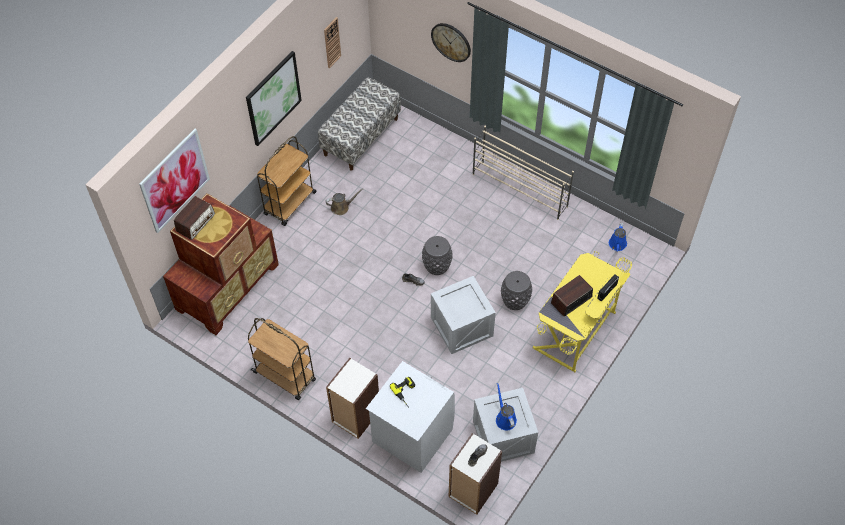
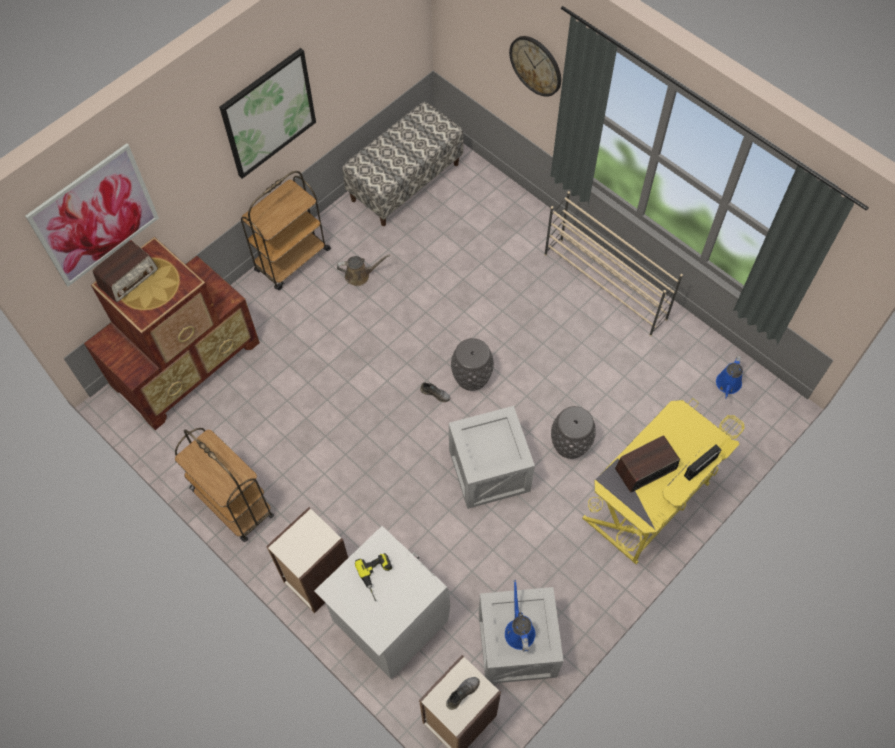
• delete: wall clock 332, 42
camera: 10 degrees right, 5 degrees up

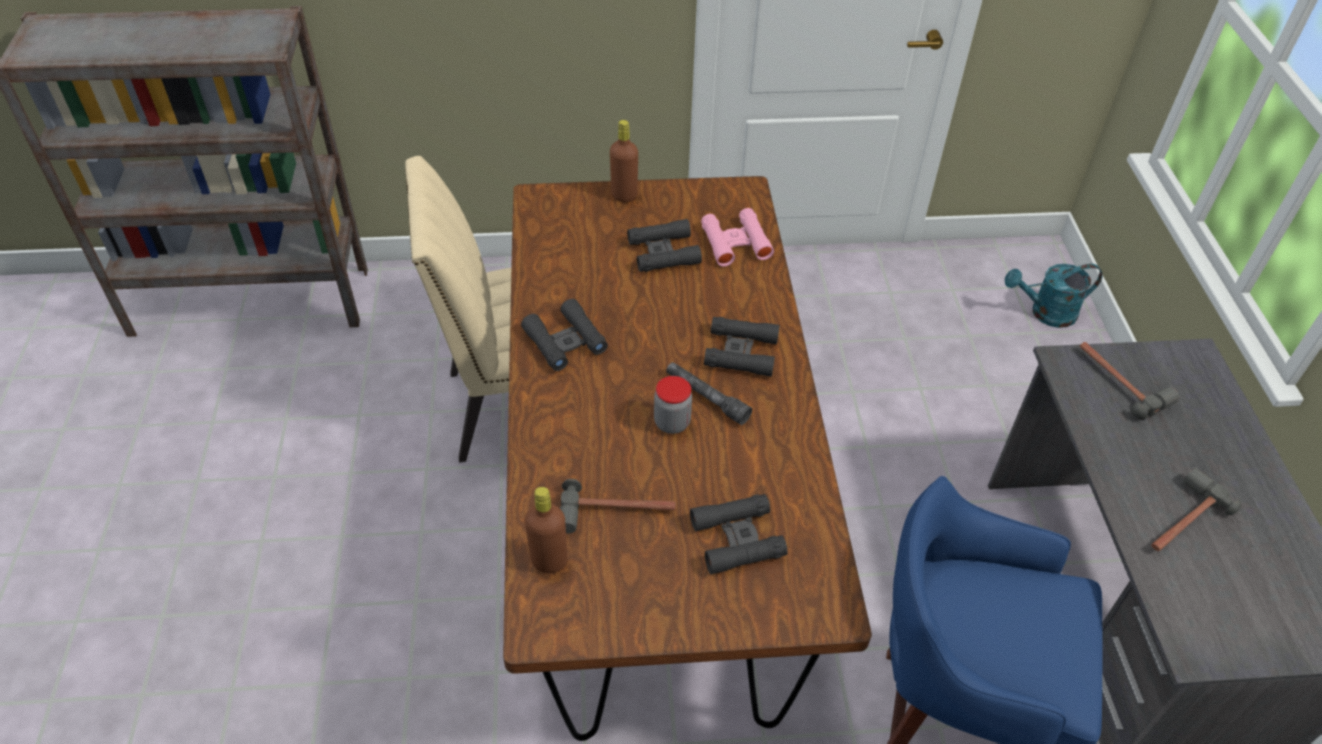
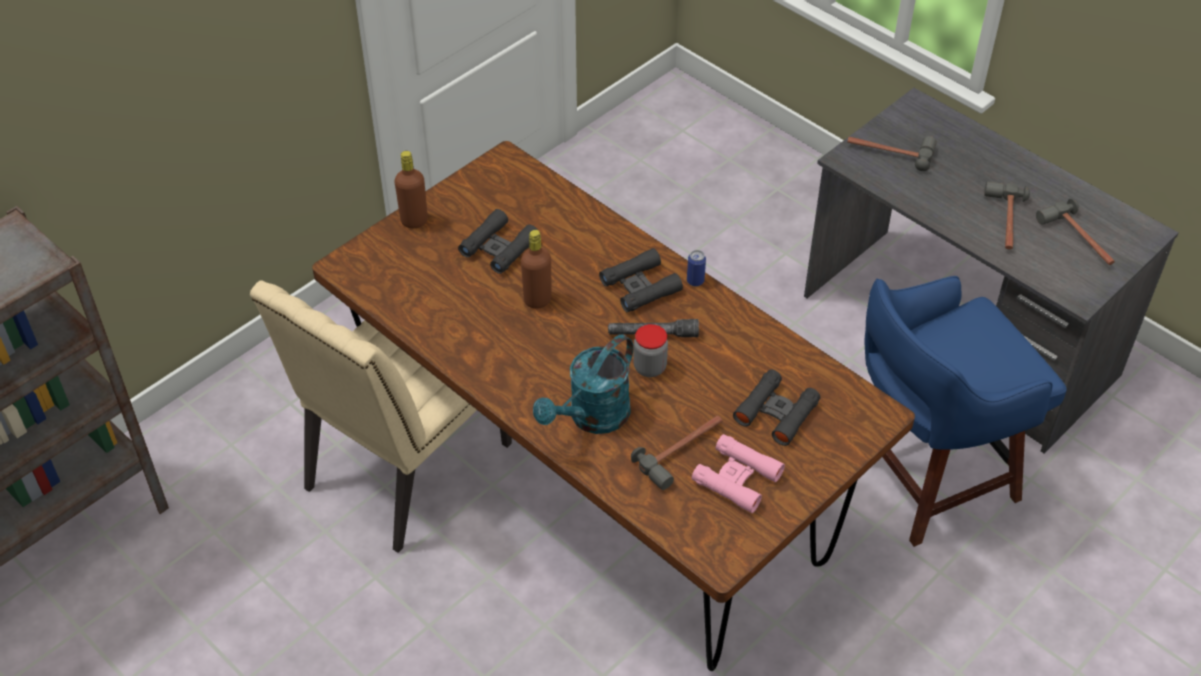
• delete: binoculars (black) 565, 341
• insert: can 695, 281
• insert: hammer 1079, 240
• move: bottle (brown) 549, 560 to 537, 300
• move: binoculars (pink) 735, 243 to 737, 478
• move: watering can (turquoise) 1045, 313 to 592, 418
camera: 40 degrees left, 0 degrees up

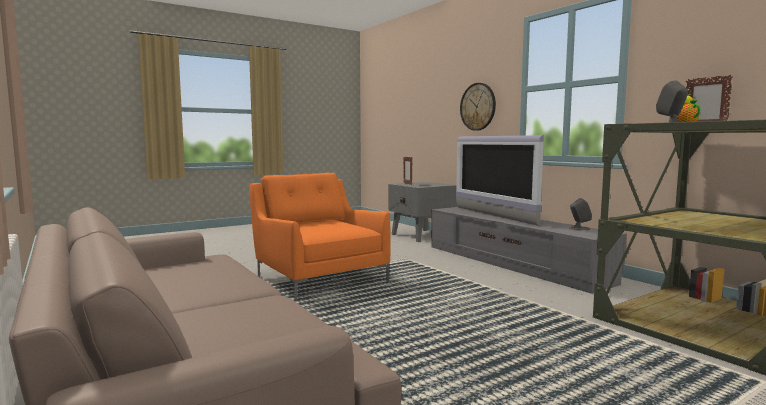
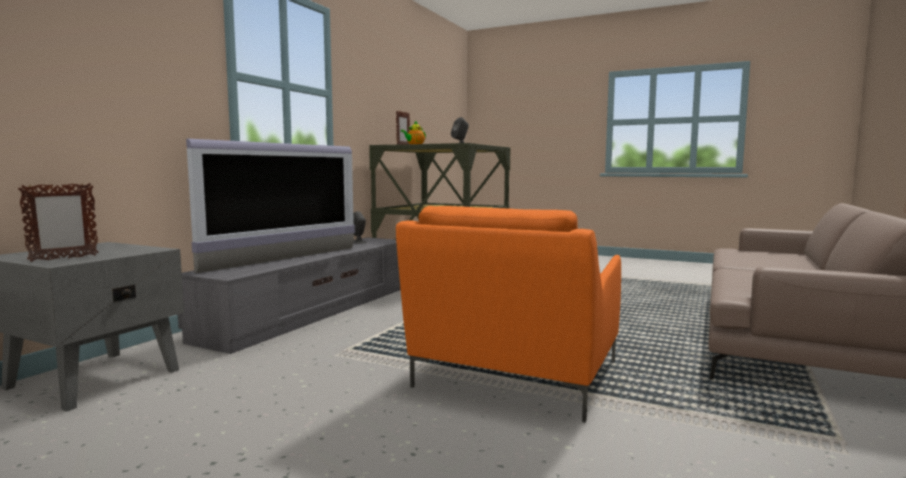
• delete: wall clock 478, 106
camera: 120 degrees left, 0 degrees up

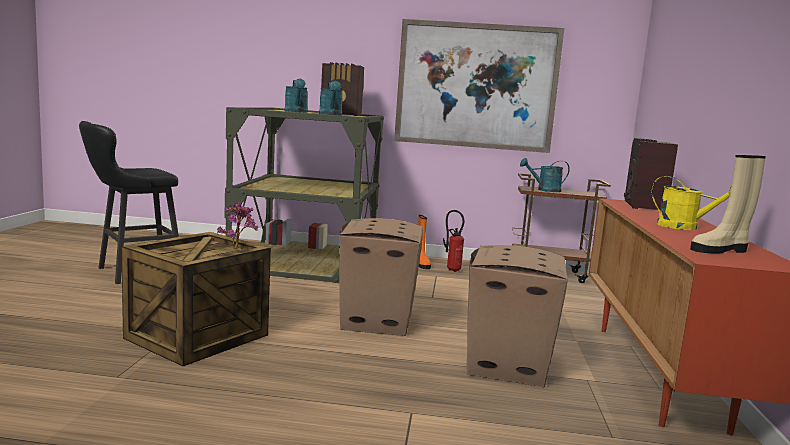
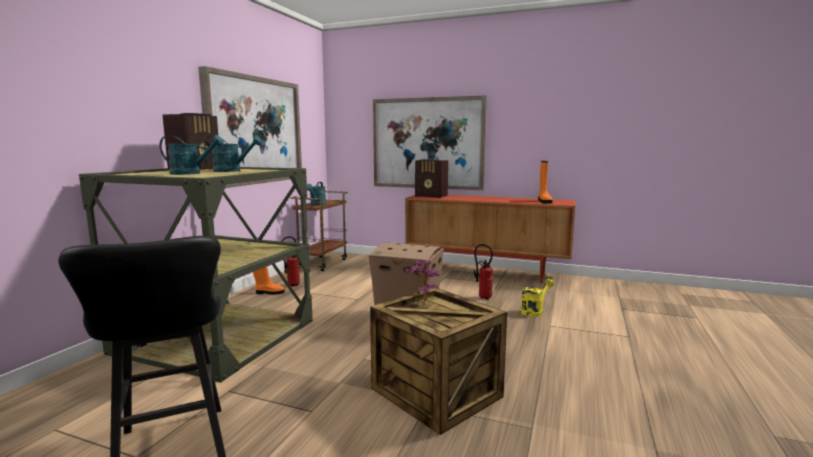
• insert: picture 428, 143
• move: watering can (yellow) 685, 227 to 534, 311
• replace: cardboard box 507, 366 to fire extinguisher 483, 297
• recolor: boot (beige) 720, 250 to boot (orange) 544, 201
camera: 75 degrees left, 0 degrees up

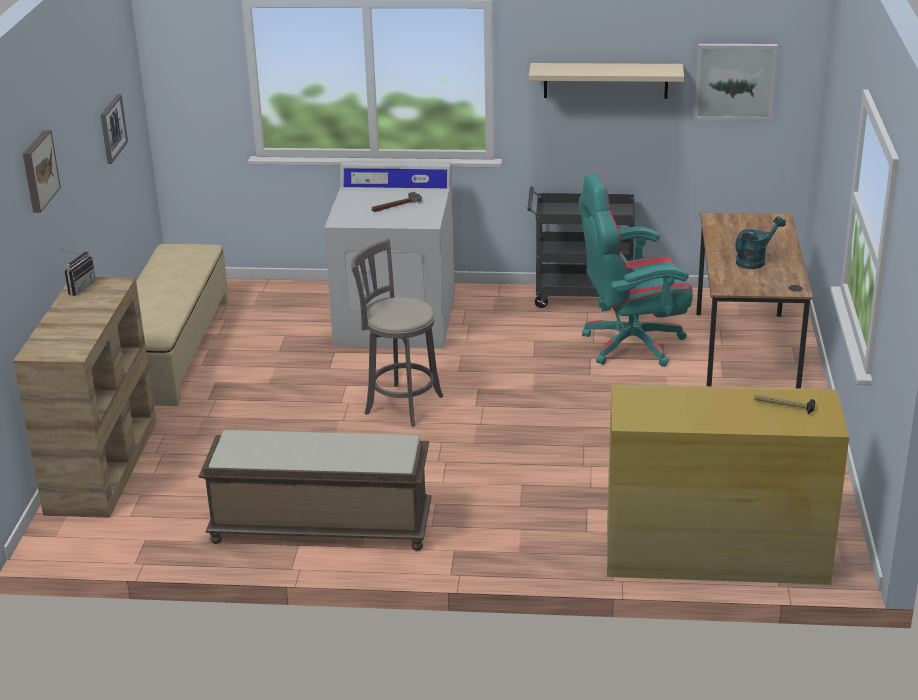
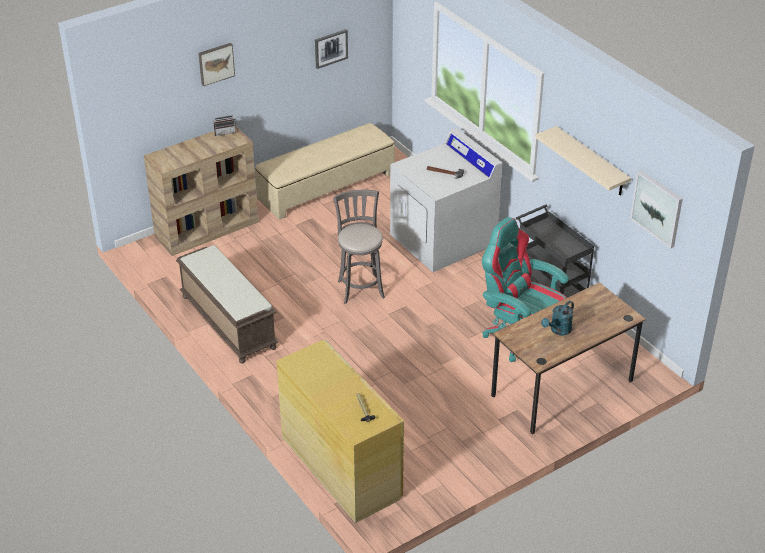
• rotate: watering can (turquoise) 754, 260 = 558, 330 120 degrees clockwise
camera: 50 degrees right, 10 degrees up

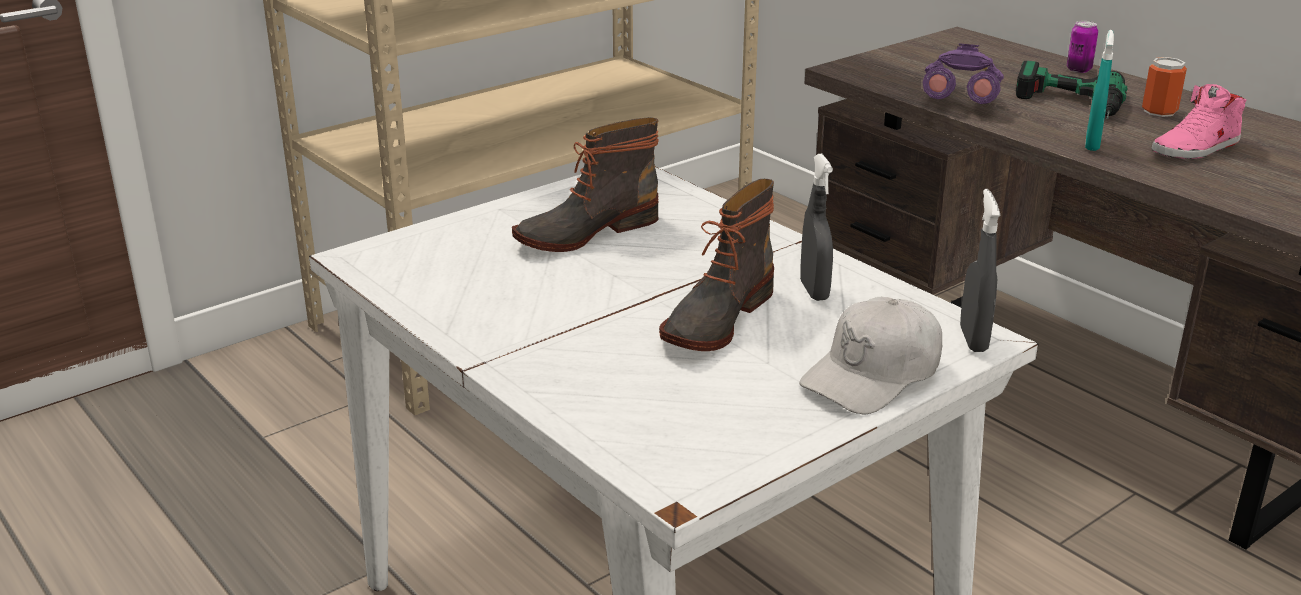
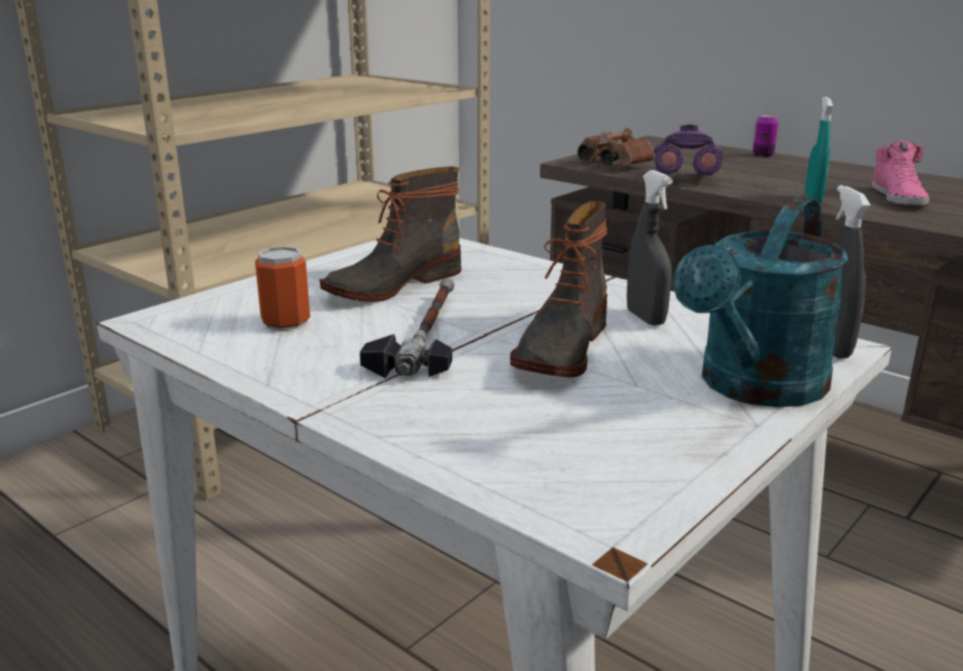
• delete: power drill 1068, 105
• insert: hammer 424, 334
• insert: binoculars (brown) 610, 165
• move: can 1159, 111 to 285, 322
• replace: cap (white) 873, 375 to watering can (turquoise) 754, 388
• rotate: shoe (pink) 1196, 148 = 898, 198 45 degrees counterclockwise
camera: 10 degrees left, 5 degrees down

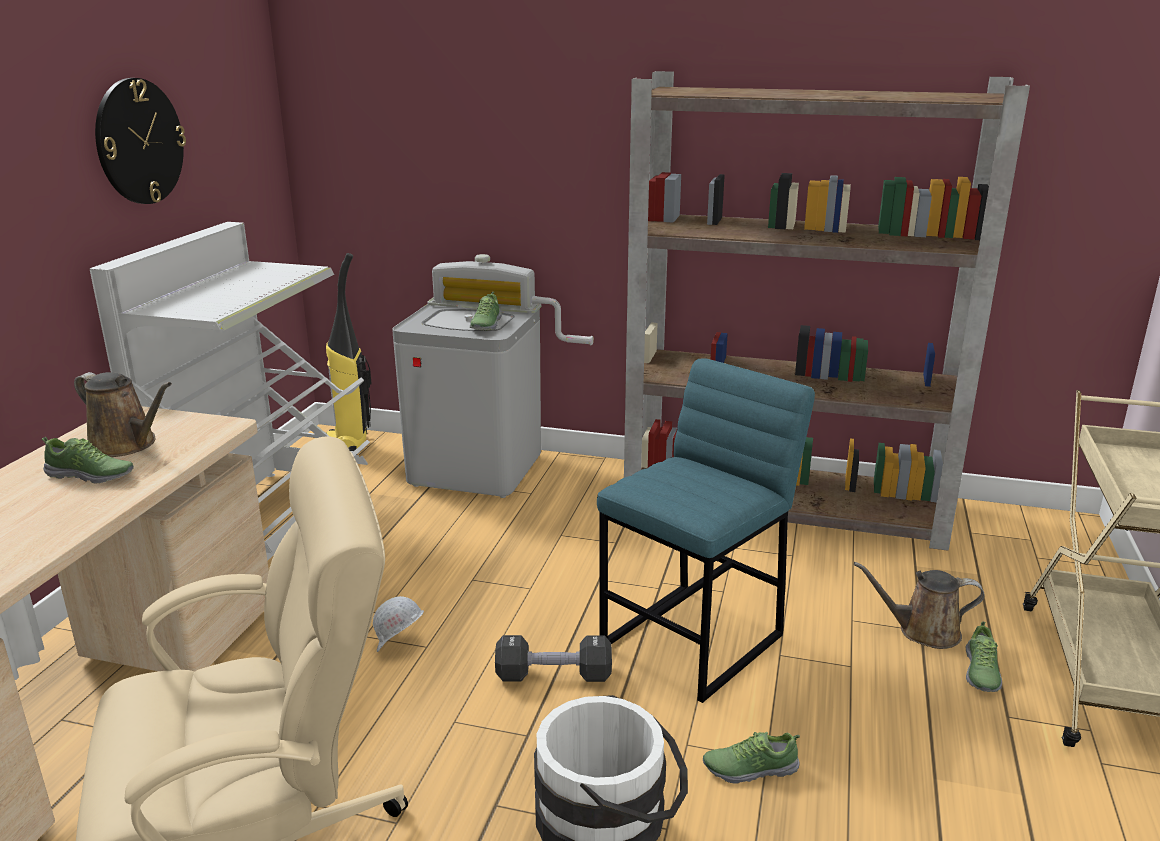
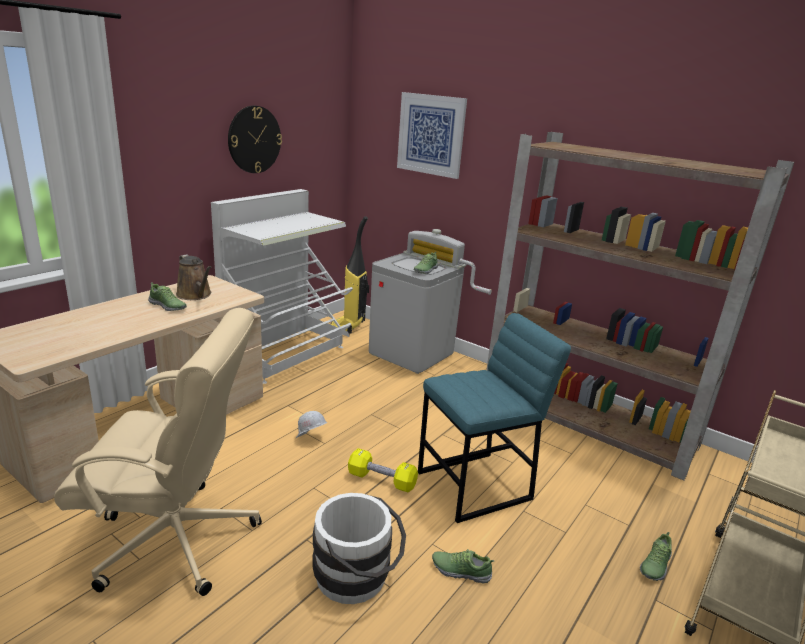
• delete: watering can (brown) 923, 631
• insert: picture 431, 135
• recolor: dumbbell (black) 554, 675 to dumbbell (yellow) 381, 480
camera: 20 degrees right, 0 degrees up

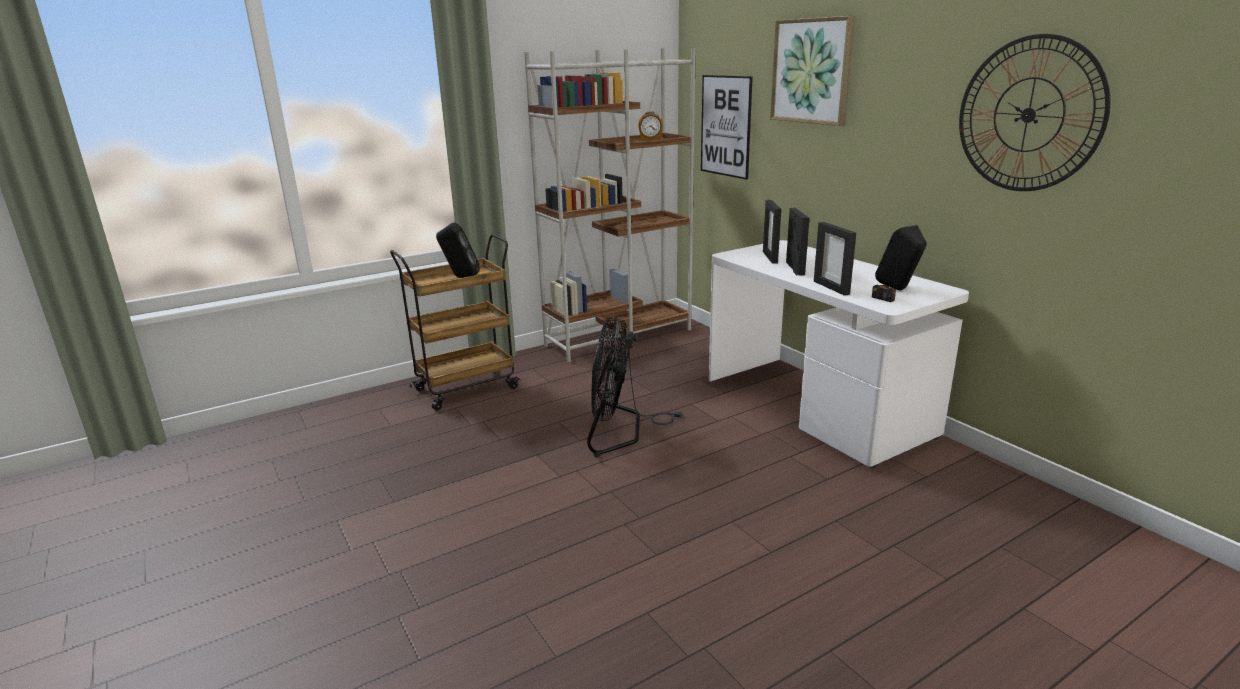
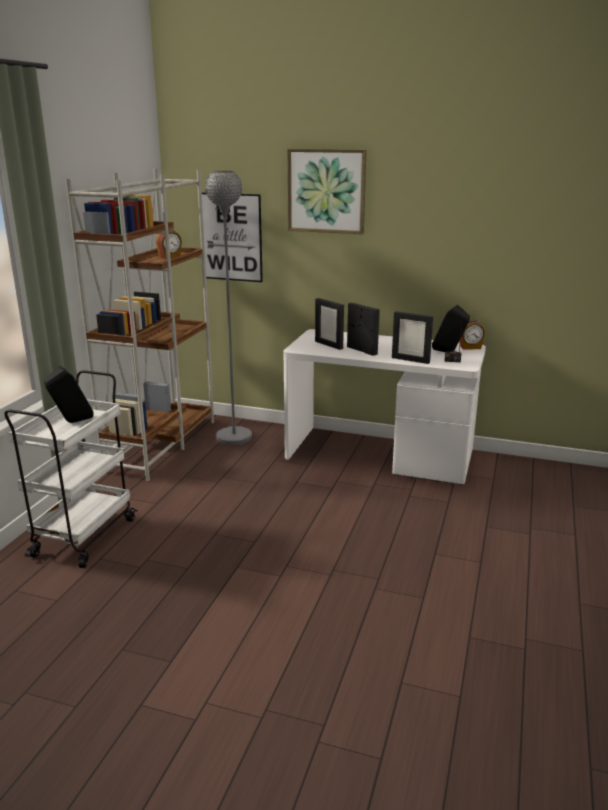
• delete: fan (black) 622, 427
• delete: wall clock 1028, 115
• insert: floor lamp (grey) 234, 437
• insert: alarm clock 470, 347
• recolor: cart (brown) 467, 389 to cart (white) 85, 537
camera: 40 degrees left, 0 degrees up

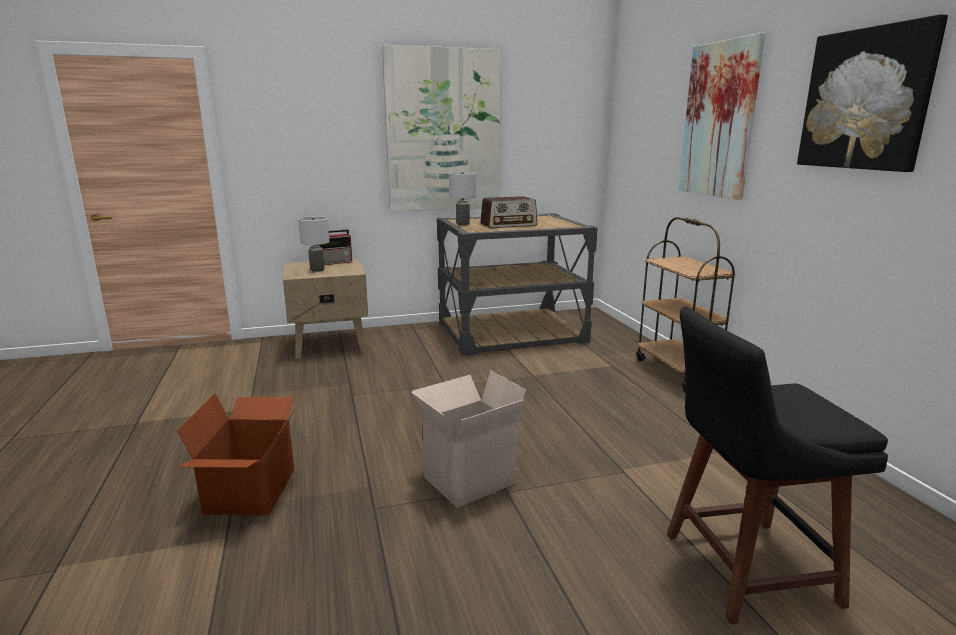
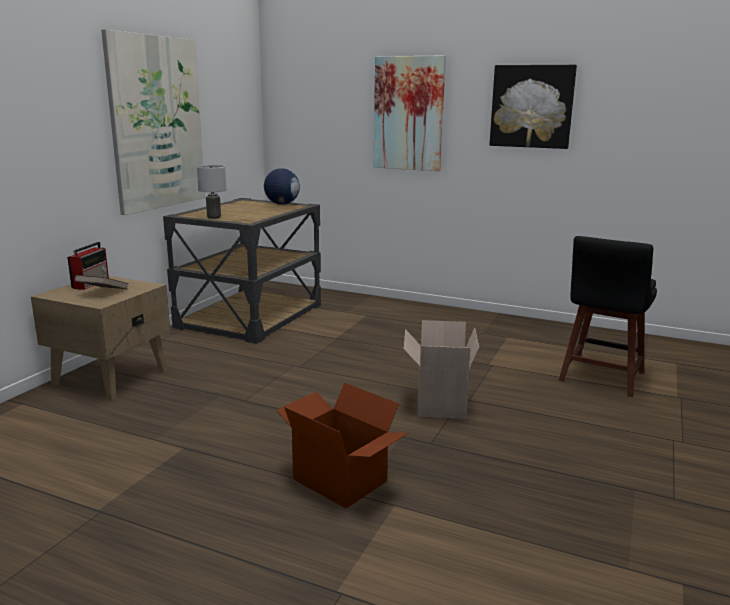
• delete: radio 508, 225
• delete: cart (brown) 677, 372
• insert: globe 282, 204
• replace: table lamp (white) 318, 270 to book (brown) 103, 293
camera: 50 degrees left, 0 degrees up

